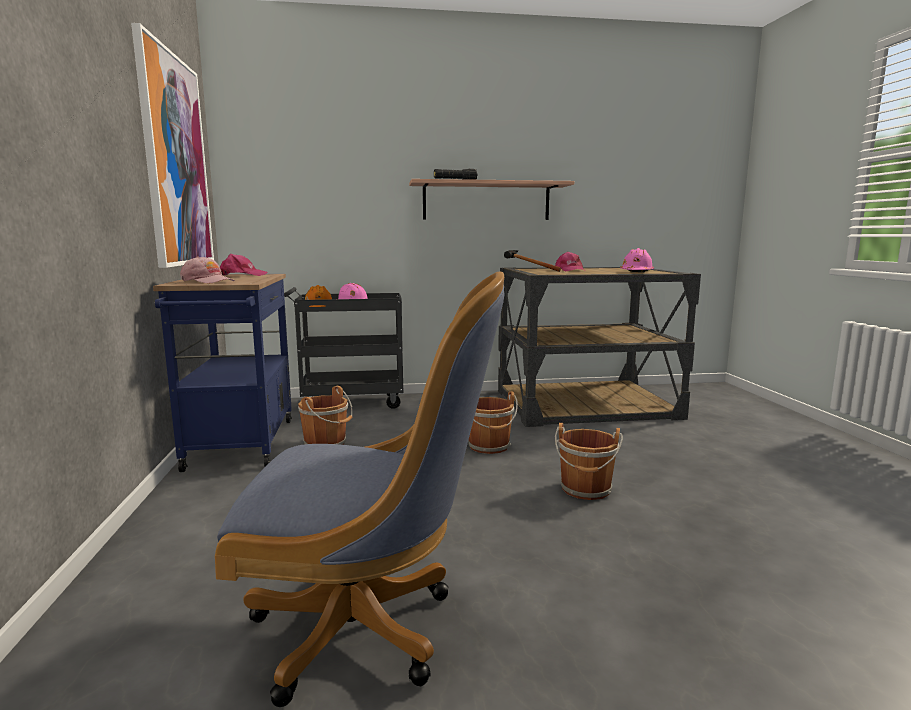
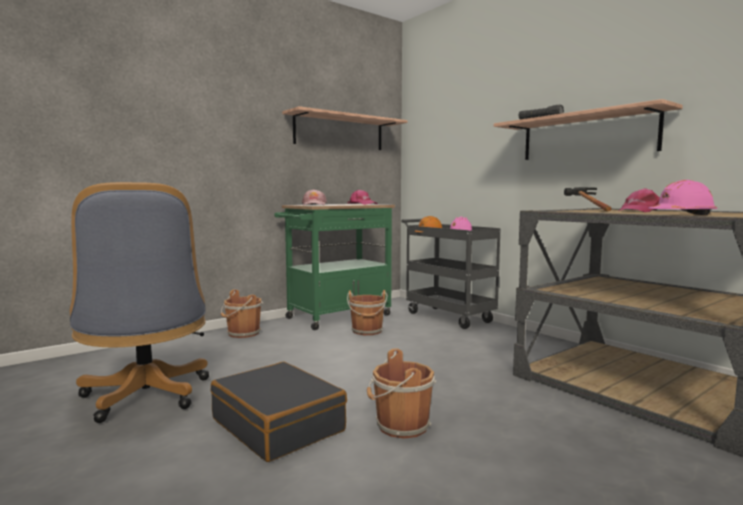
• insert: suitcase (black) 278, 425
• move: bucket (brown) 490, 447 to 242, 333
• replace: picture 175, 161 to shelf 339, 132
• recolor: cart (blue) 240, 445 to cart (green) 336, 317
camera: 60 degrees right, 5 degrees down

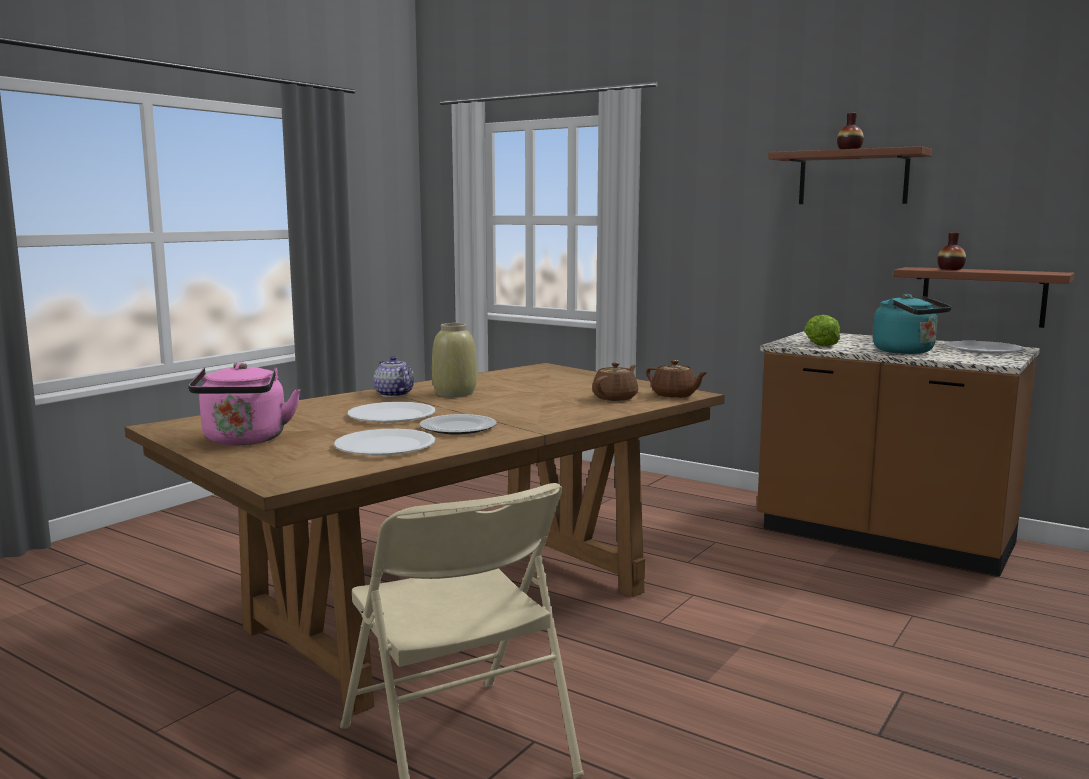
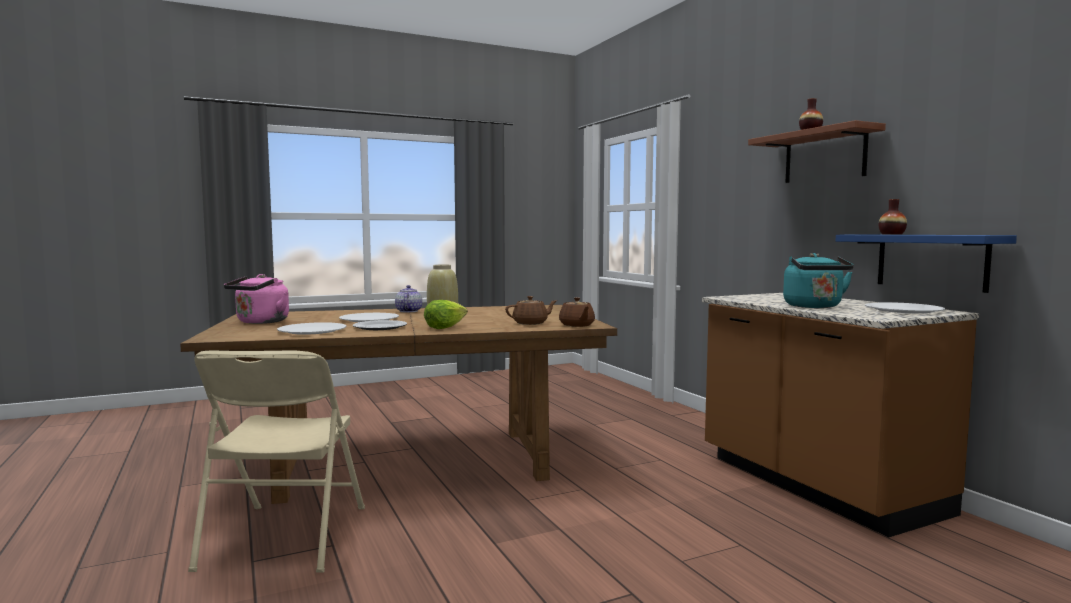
• move: lettuce 819, 344 to 445, 327
• recolor: shelf (brown) 983, 296 to shelf (blue) 931, 261
camera: 30 degrees right, 5 degrees down

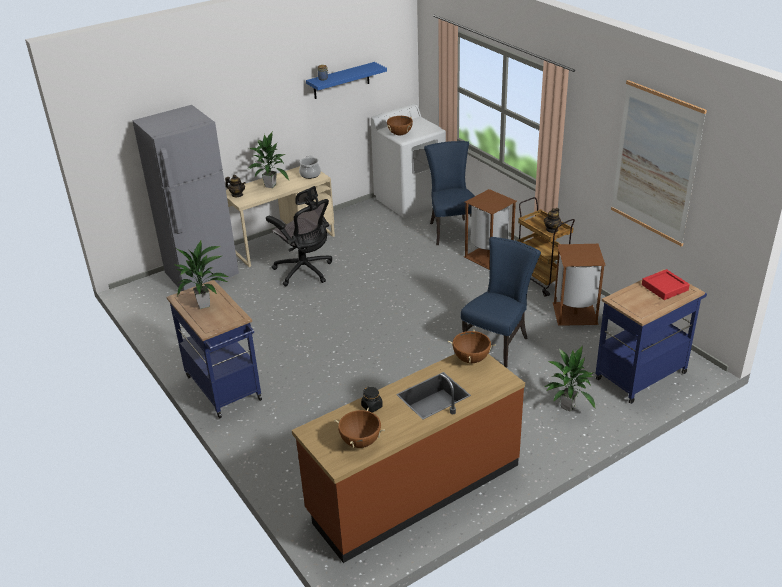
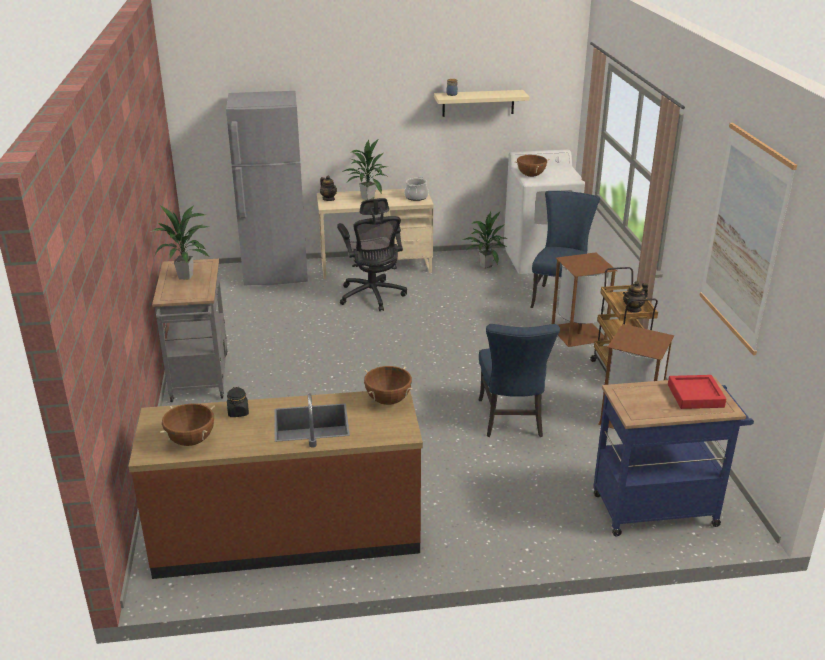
• move: potted plant 567, 407 to 485, 266
• recolor: cart (blue) 224, 389 to cart (grey) 200, 378
• recolor: shelf (blue) 341, 80 to shelf (beige) 478, 103
• rotate: chair (blue) 498, 342 = 512, 420 120 degrees clockwise
camera: 25 degrees right, 5 degrees down

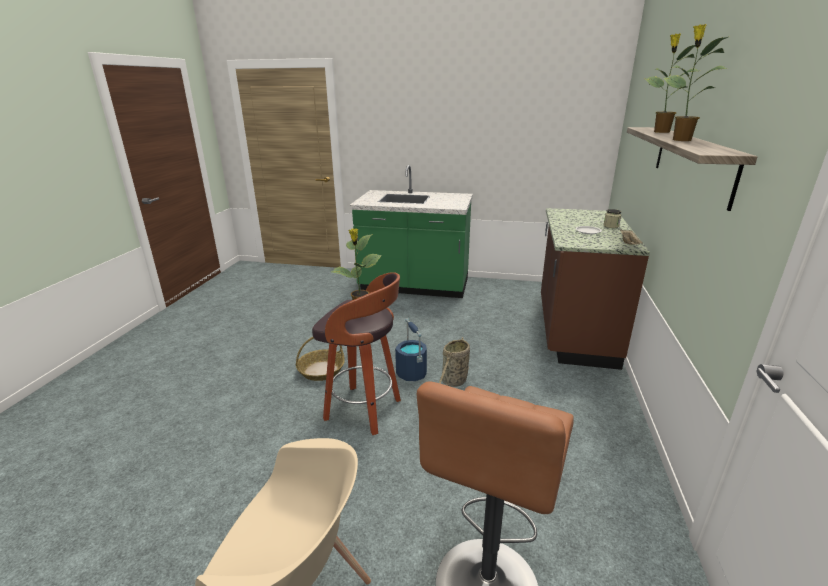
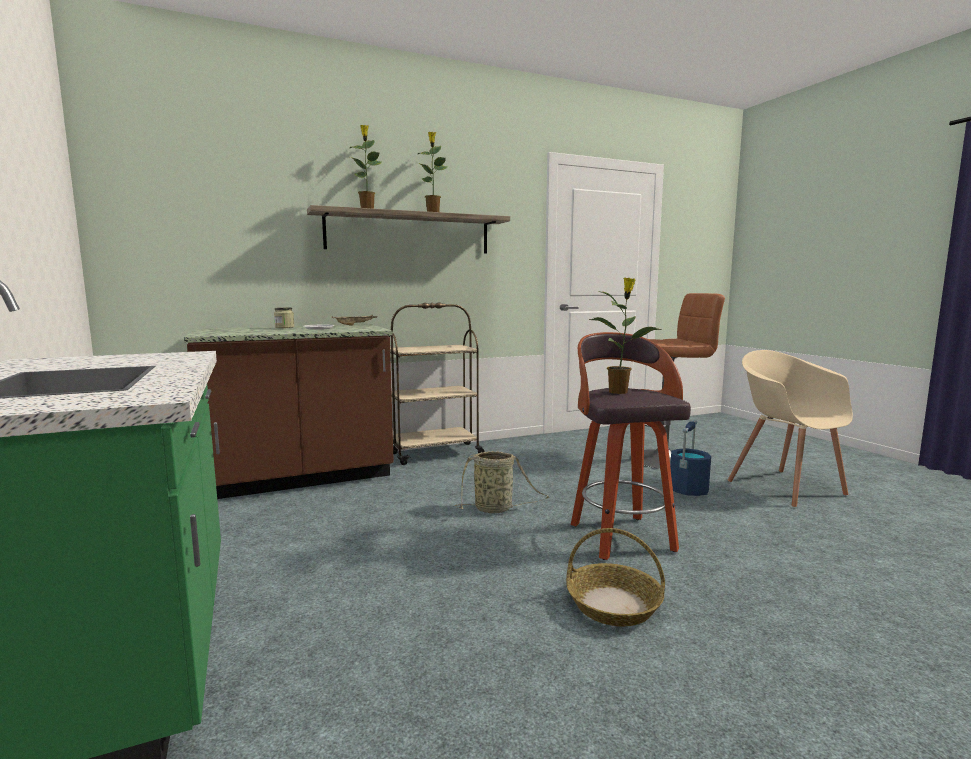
• insert: cart (beige) 434, 454
• move: bucket (blue) 412, 373 to 688, 490
camera: 125 degrees left, 15 degrees down

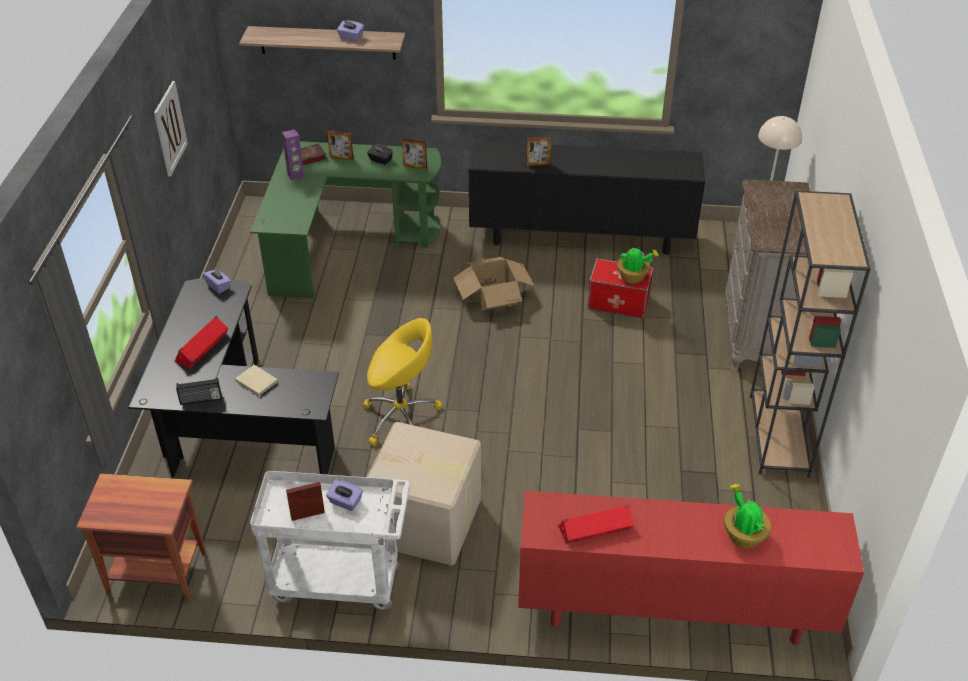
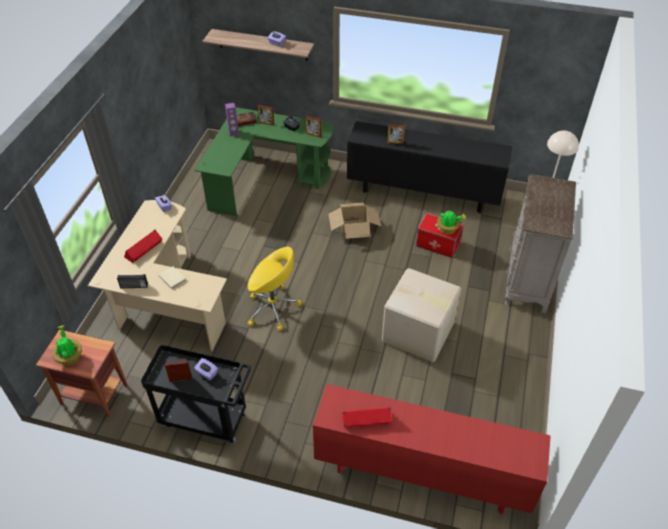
• delete: picture 170, 128
• delete: bookcase 779, 436
• move: cardboard box 426, 523 to 418, 333
• move: potted plant 743, 535 to 70, 357
• recolor: desk (black) 235, 429 to desk (beige) 165, 301
• recolor: cart (white) 342, 585 to cart (black) 208, 421
camera: 10 degrees right, 5 degrees up

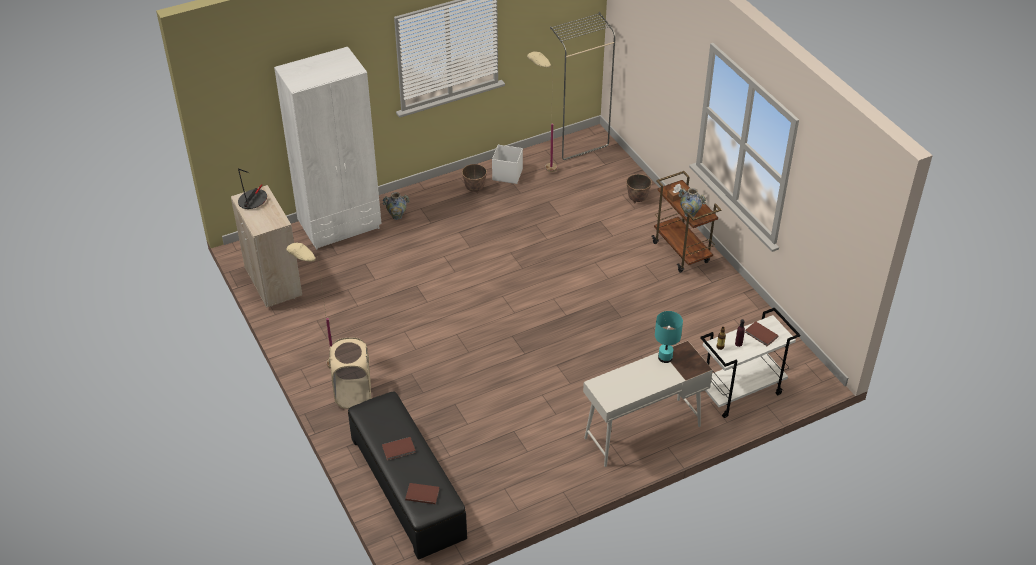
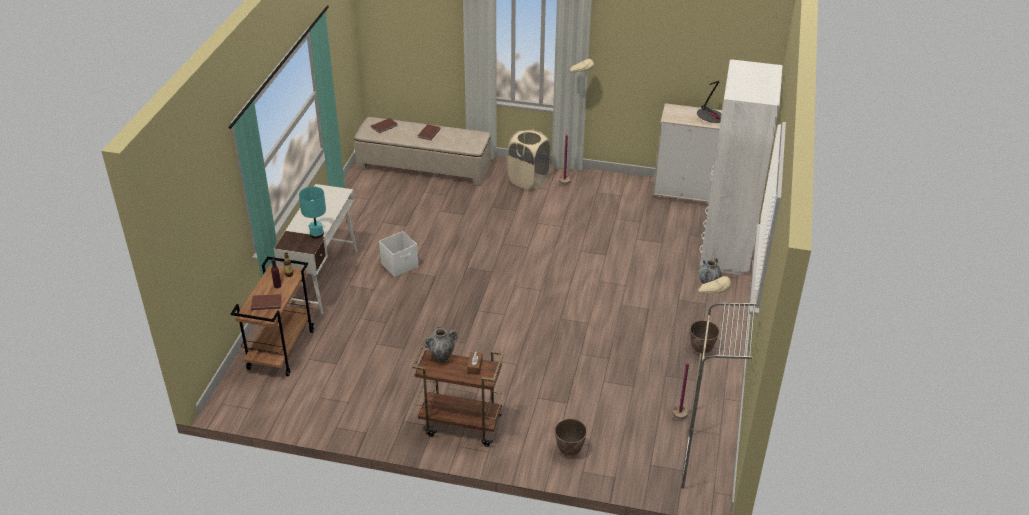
• move: storage box (white) 507, 174 to 400, 265
• recolor: bench (black) 406, 487 to bench (beige) 424, 166
• recolor: cart (white) 740, 393 to cart (brown) 281, 349
camera: 130 degrees right, 5 degrees down

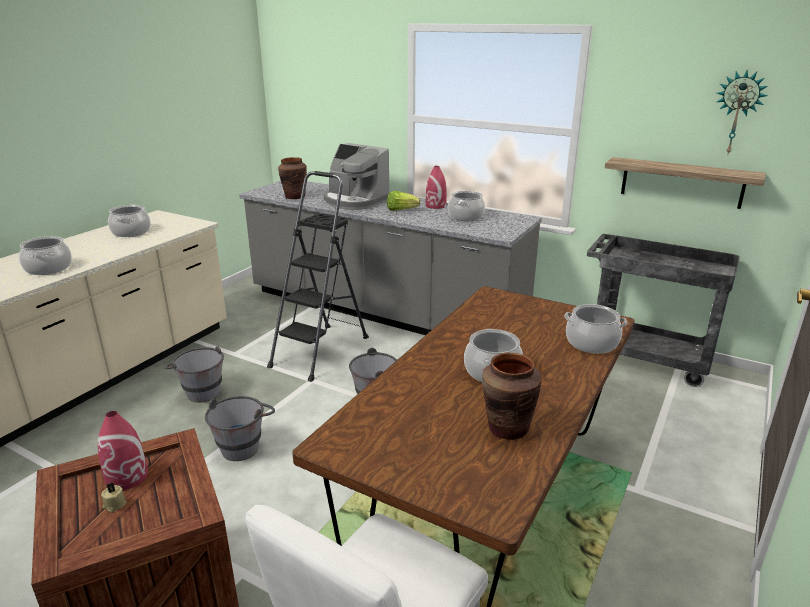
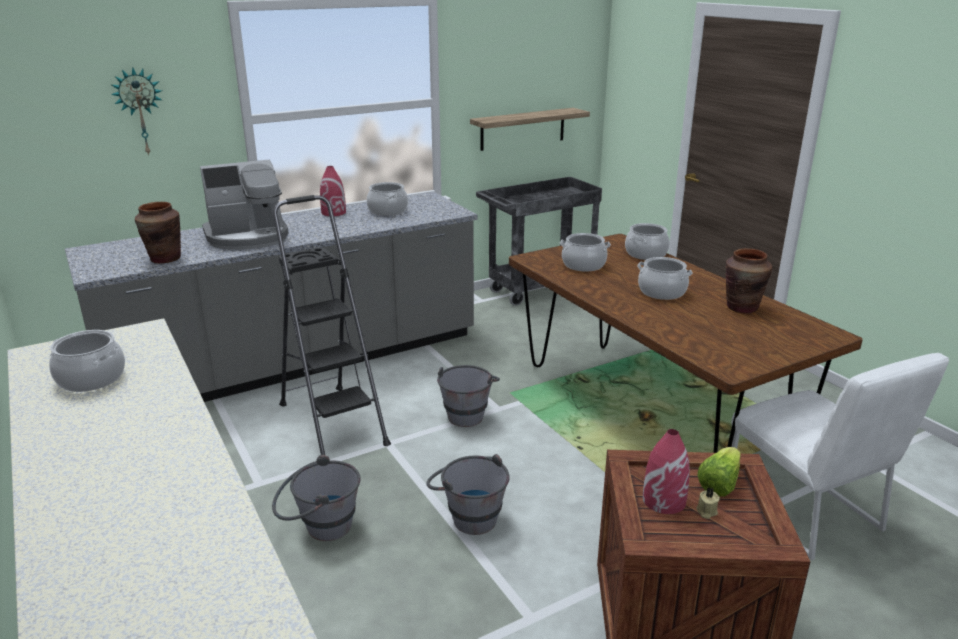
• move: cooking pot 49, 268 to 583, 265
• move: lettuce 401, 210 to 719, 484
• move: wall clock 737, 113 to 140, 111
camera: 60 degrees left, 0 degrees up

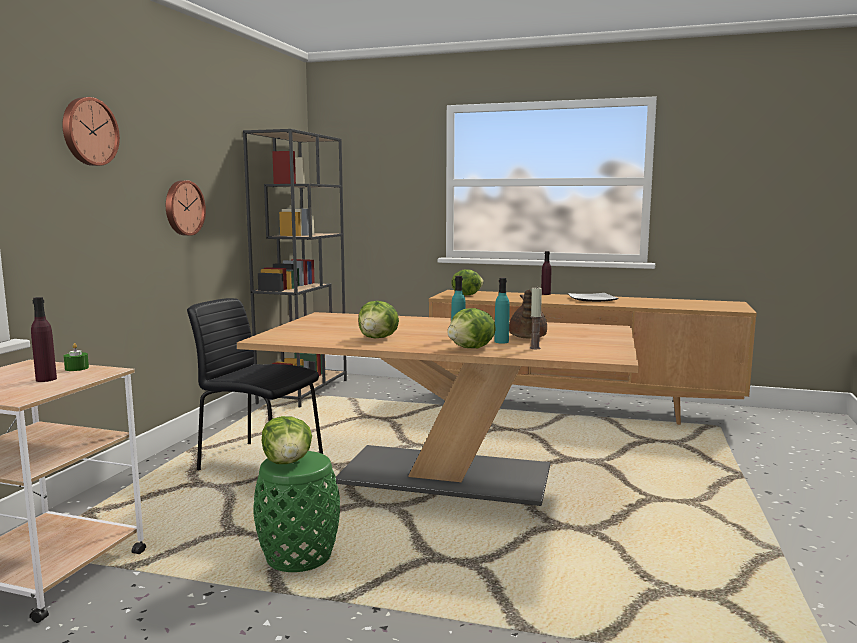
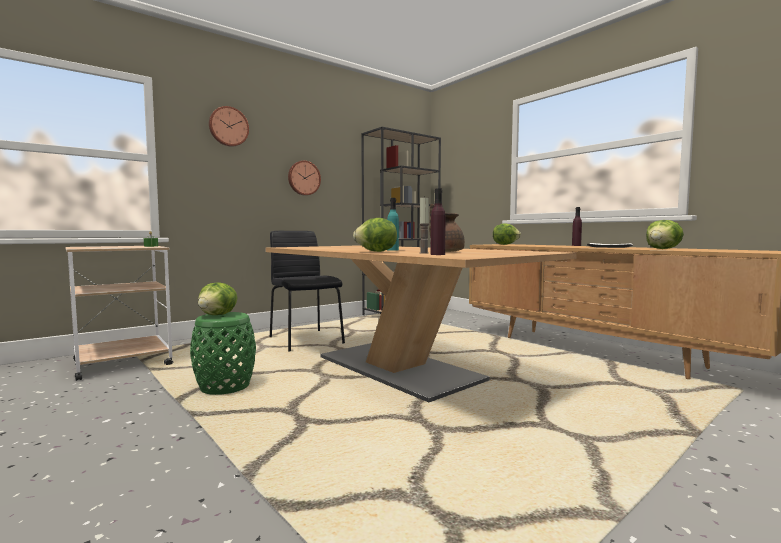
• delete: bottle (turquoise) 501, 342
• move: bottle (purple) 46, 379 to 437, 254
• move: lettuce 378, 338 to 663, 249
camera: 35 degrees right, 5 degrees down

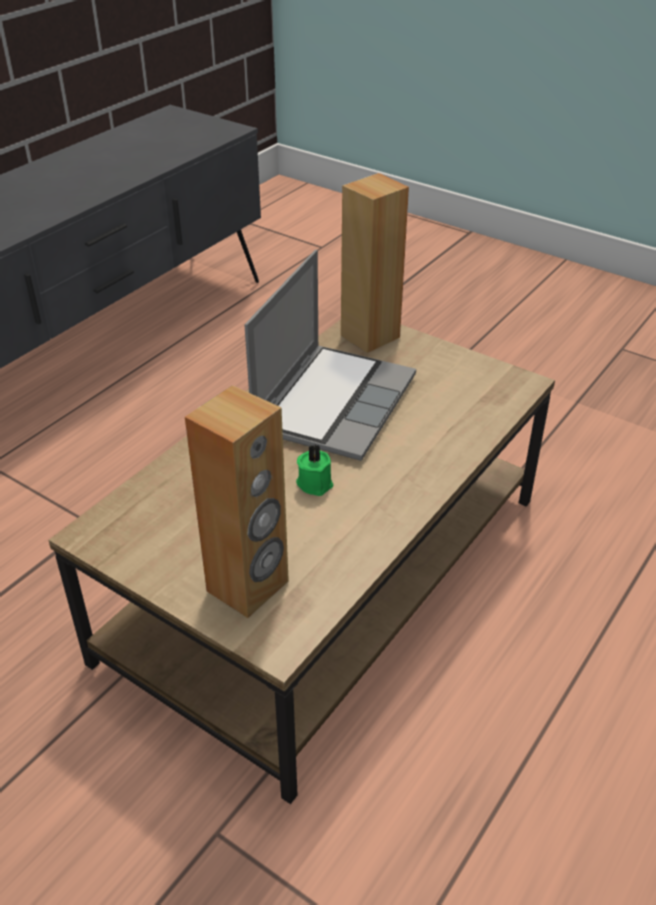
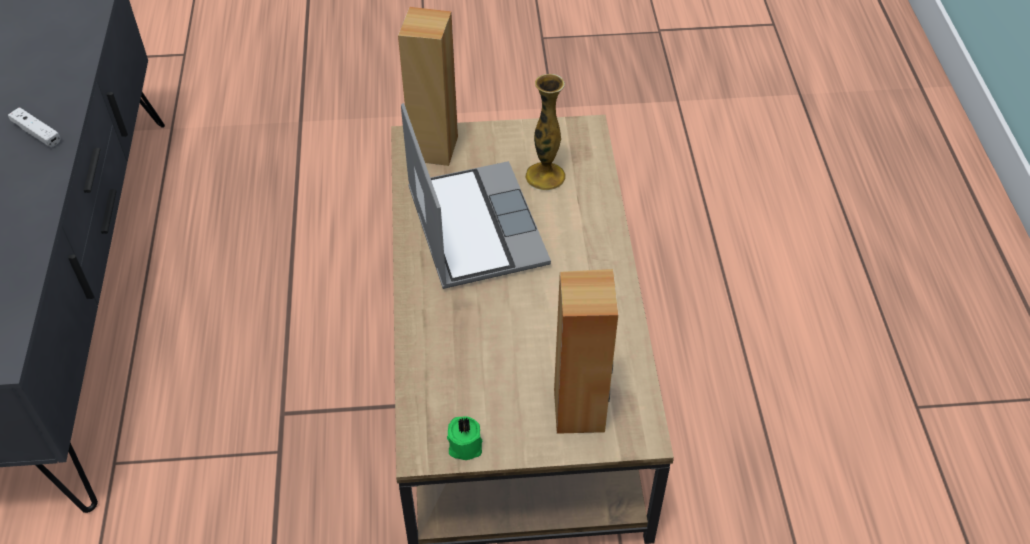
• insert: game controller (white) 36, 133
• insert: vase 545, 176
• move: candle (green) 315, 483 to 464, 445
camera: 40 degrees left, 10 degrees up

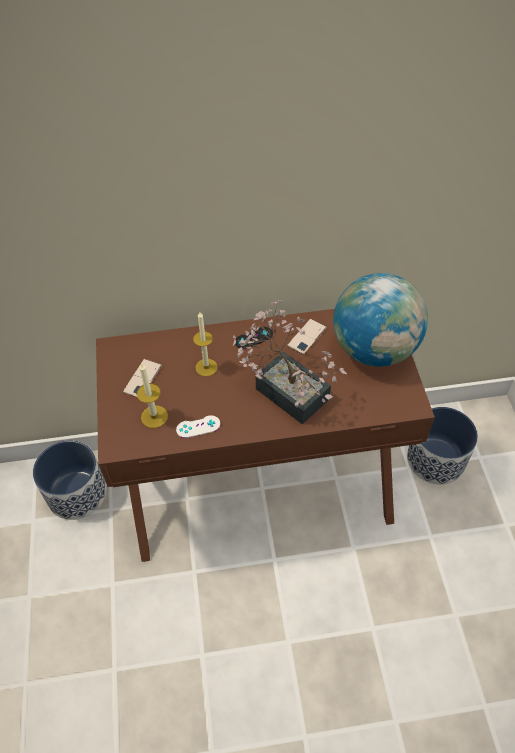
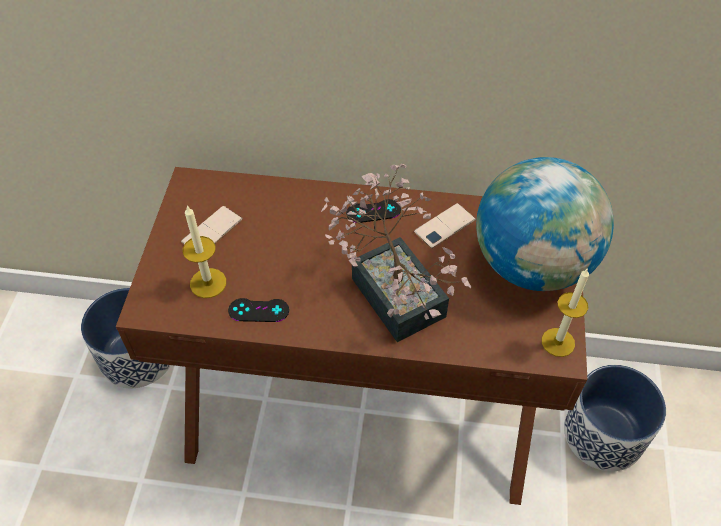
• move: candle 206, 367 to 558, 342
• recolor: game controller (white) 198, 427 to game controller (black) 258, 310
camera: 15 degrees right, 0 degrees up

